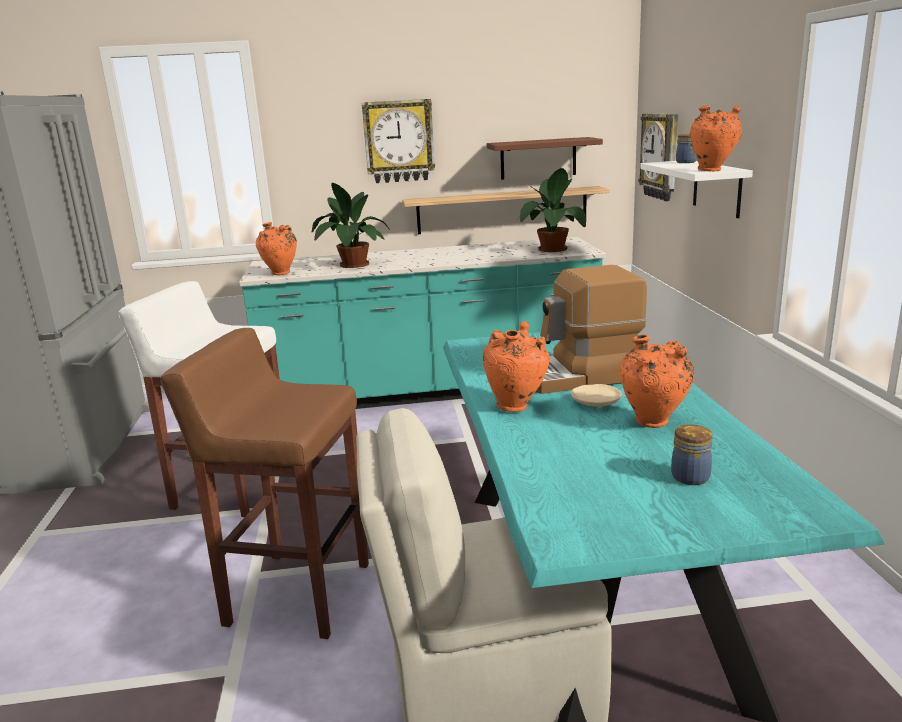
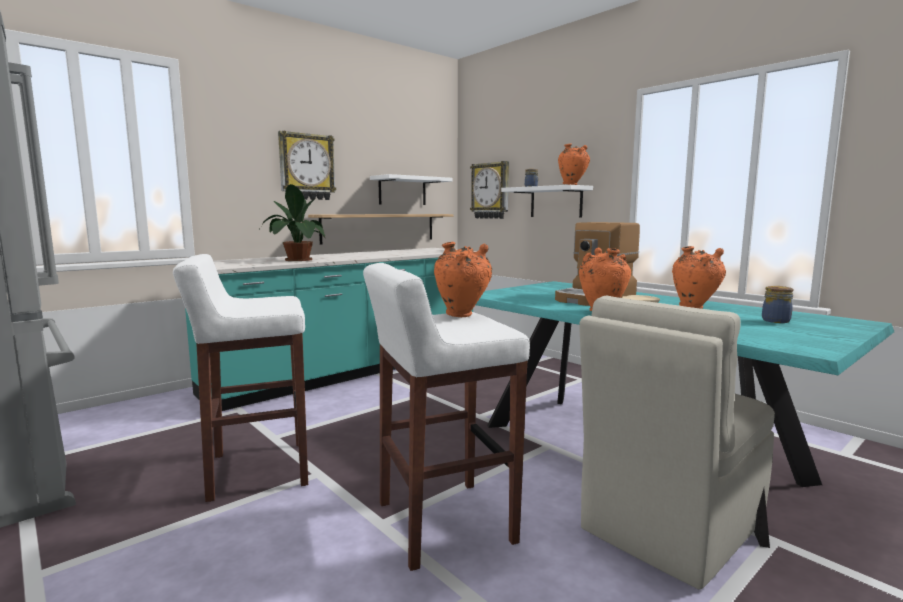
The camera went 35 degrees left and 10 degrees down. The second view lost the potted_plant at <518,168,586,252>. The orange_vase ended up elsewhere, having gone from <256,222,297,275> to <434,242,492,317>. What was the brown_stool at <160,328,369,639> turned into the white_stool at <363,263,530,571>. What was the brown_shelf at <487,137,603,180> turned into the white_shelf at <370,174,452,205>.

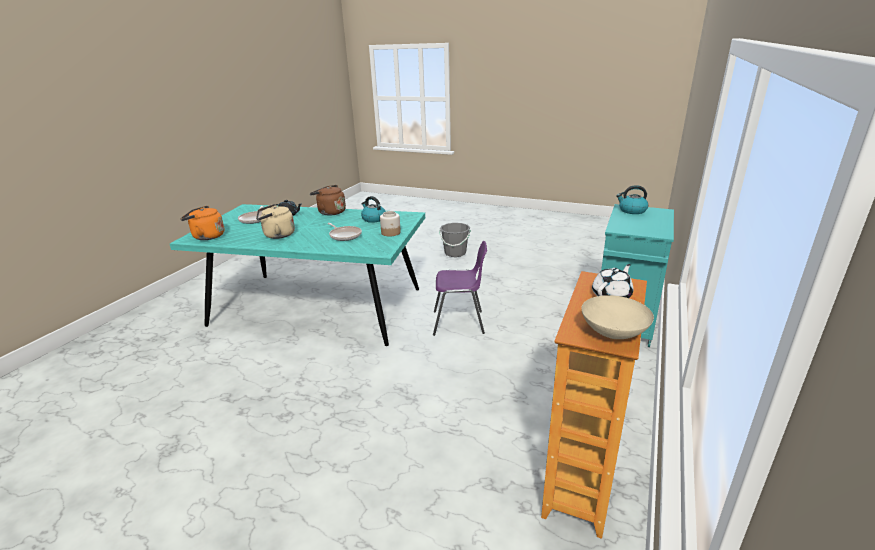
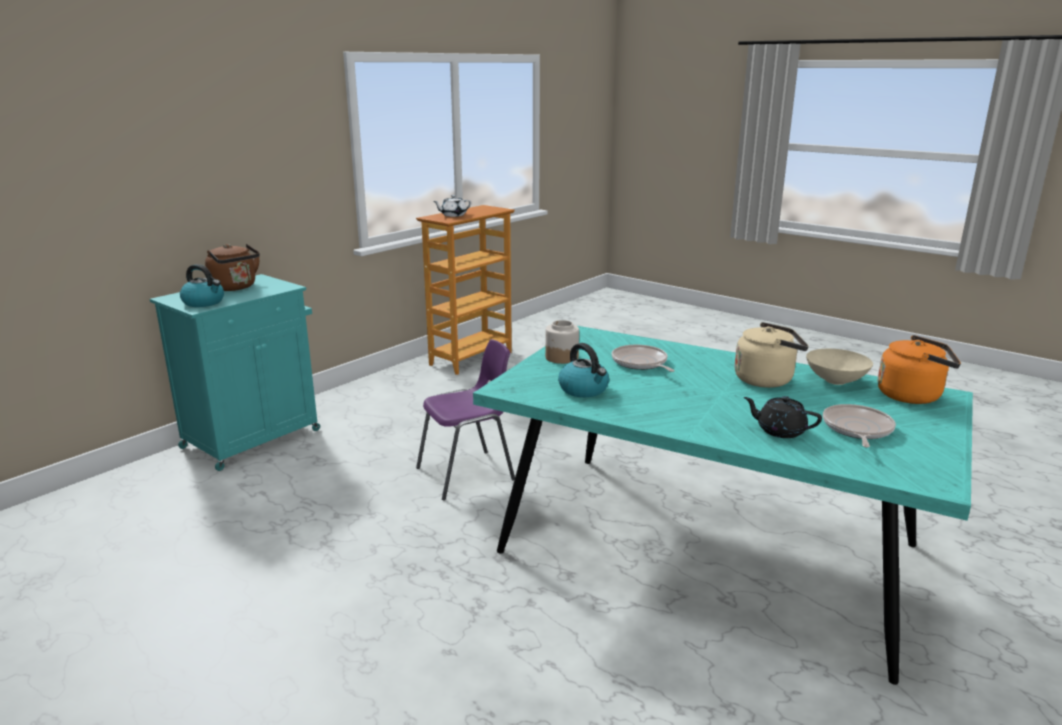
The camera went 165 degrees left and 5 degrees down. The second view lost the grey_bucket at <439,223,470,257>. The brown_kettle ended up elsewhere, having gone from <310,185,346,216> to <205,244,260,291>. The beige_bowl ended up elsewhere, having gone from <581,295,654,339> to <806,349,873,385>. The purple_chair at <433,241,487,336> ended up facing another way, 135 degrees clockwise from before.

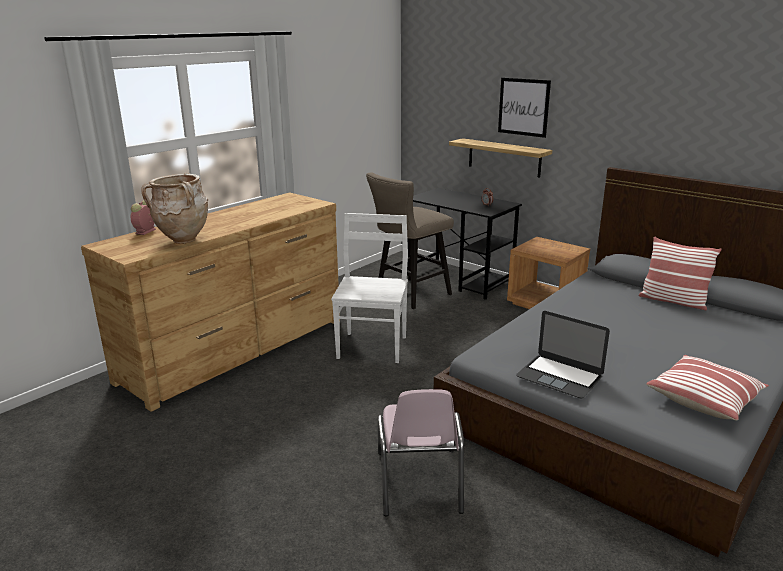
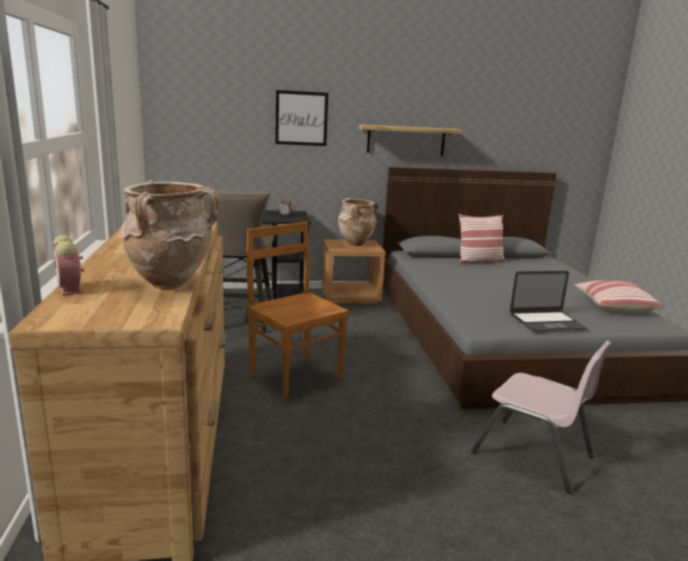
The camera went 50 degrees left and 5 degrees down. The second view gained the beige_vase at <338,198,378,246>. The shelf ended up elsewhere, having gone from <449,138,552,178> to <358,125,463,156>. What was the white_chair at <331,213,408,363> turned into the brown_chair at <247,222,349,399>.

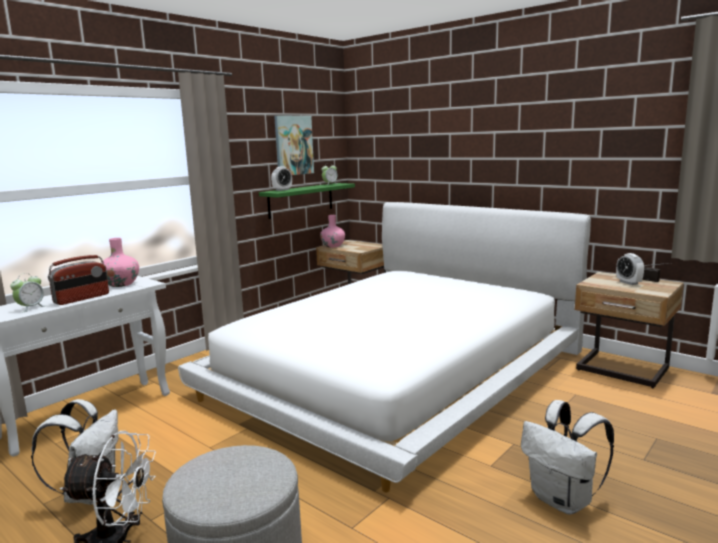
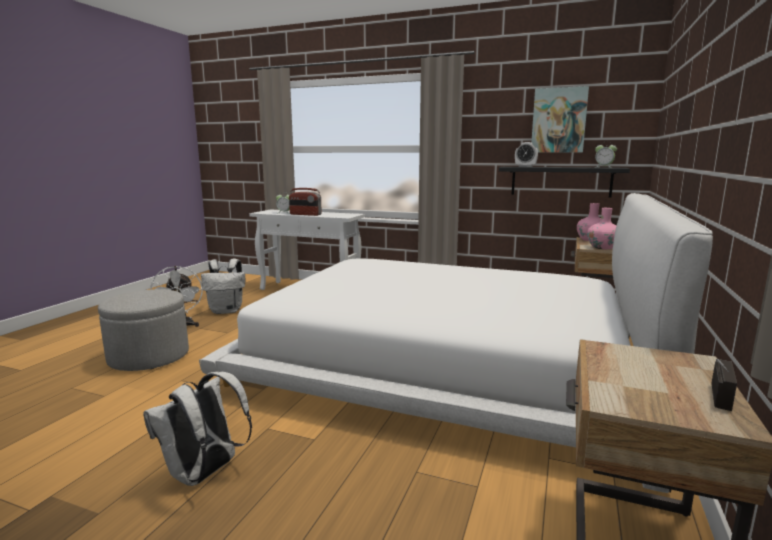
The camera went 70 degrees right and 0 degrees up. The second view lost the alarm_clock at <616,253,644,285>. The pink_vase ended up elsewhere, having gone from <101,238,139,287> to <587,208,616,249>. What was the green_shelf at <259,183,355,219> turned into the black_shelf at <499,167,630,198>.

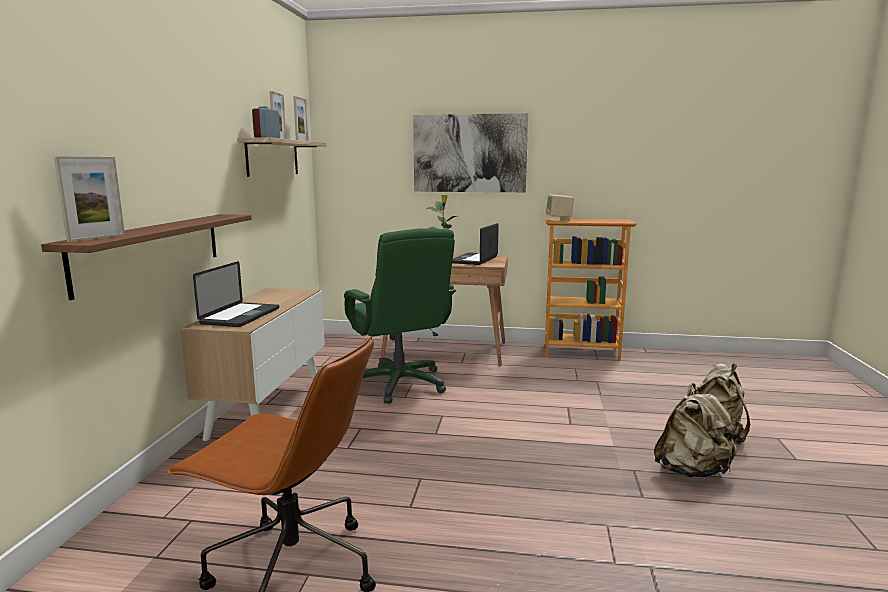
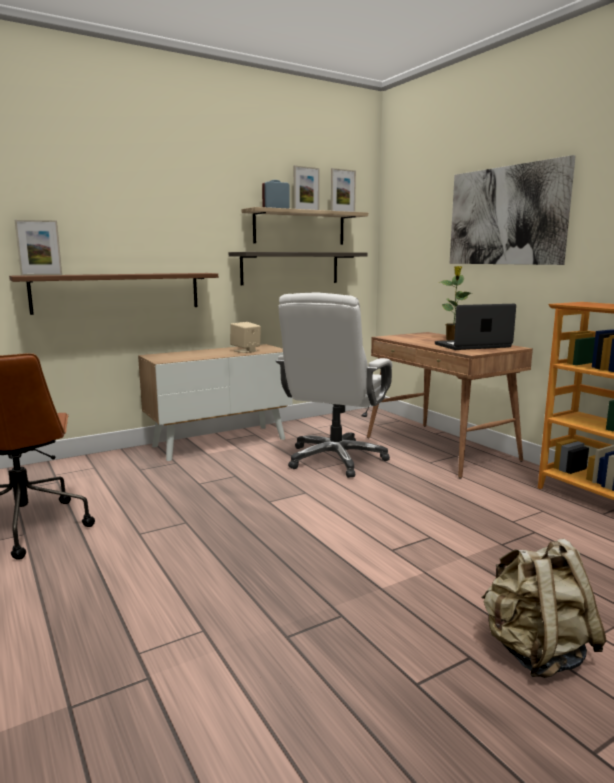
The camera went 50 degrees right and 0 degrees up. The second view lost the laptop at <193,261,279,327>. The second view lost the beige_backpack at <654,383,737,477>. The second view gained the shelf at <229,252,367,285>. The beige_speaker ended up elsewhere, having gone from <546,194,574,222> to <230,322,261,353>. What was the green_office_chair at <344,228,456,404> turned into the white_office_chair at <276,293,392,478>.

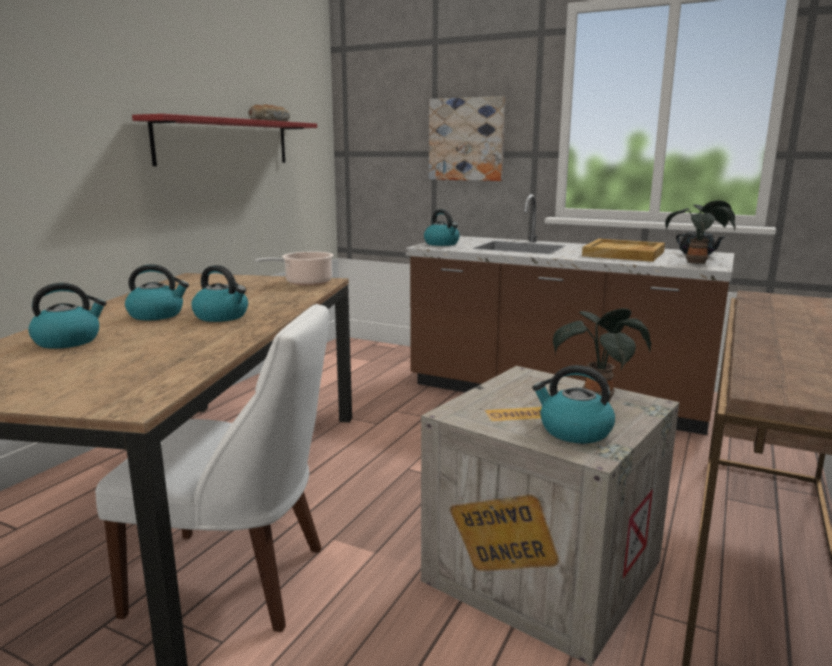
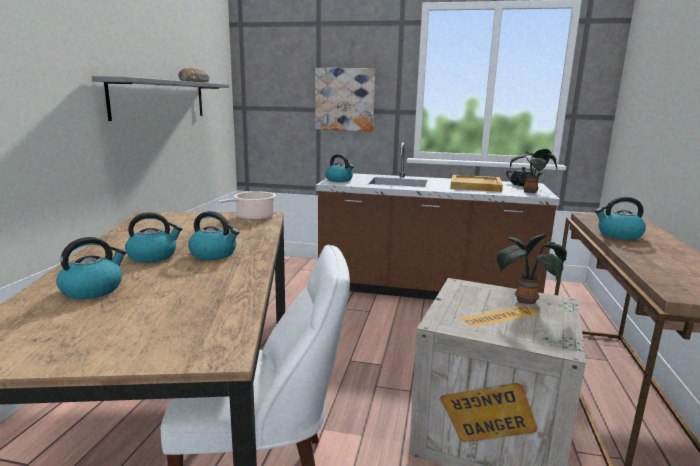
The camera went 15 degrees left and 0 degrees up. The kettle ended up elsewhere, having gone from <532,365,615,443> to <595,197,646,240>. What was the red_shelf at <132,114,317,166> turned into the grey_shelf at <92,76,229,121>.

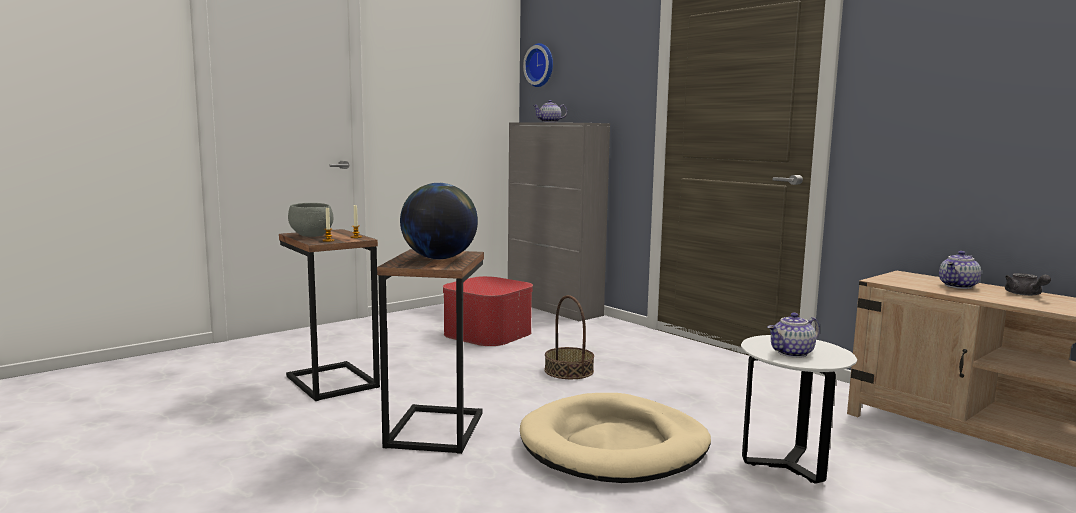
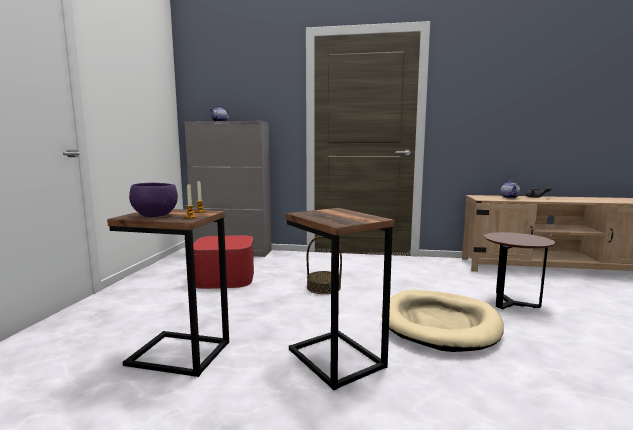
The camera went 40 degrees left and 0 degrees up. The second view lost the globe at <400,183,478,259>. The second view lost the wall_clock at <523,43,553,87>. The second view lost the teapot at <767,313,820,358>. What was the grey_bowl at <288,203,333,237> turned into the purple_bowl at <129,183,178,217>. What was the white_side_table at <741,335,857,484> turned into the brown_side_table at <484,232,555,309>.

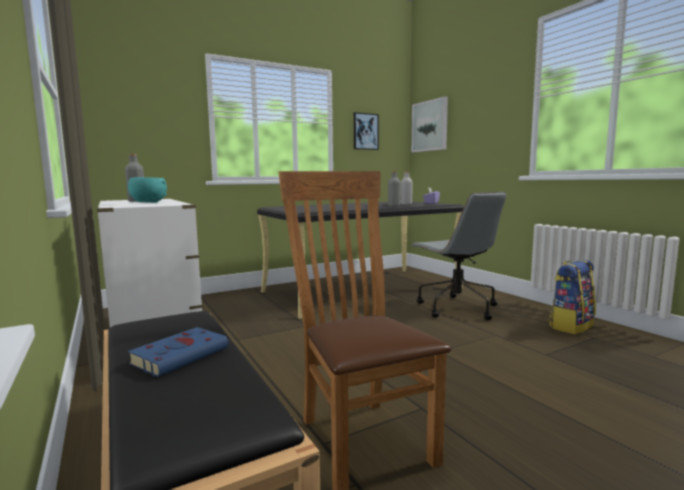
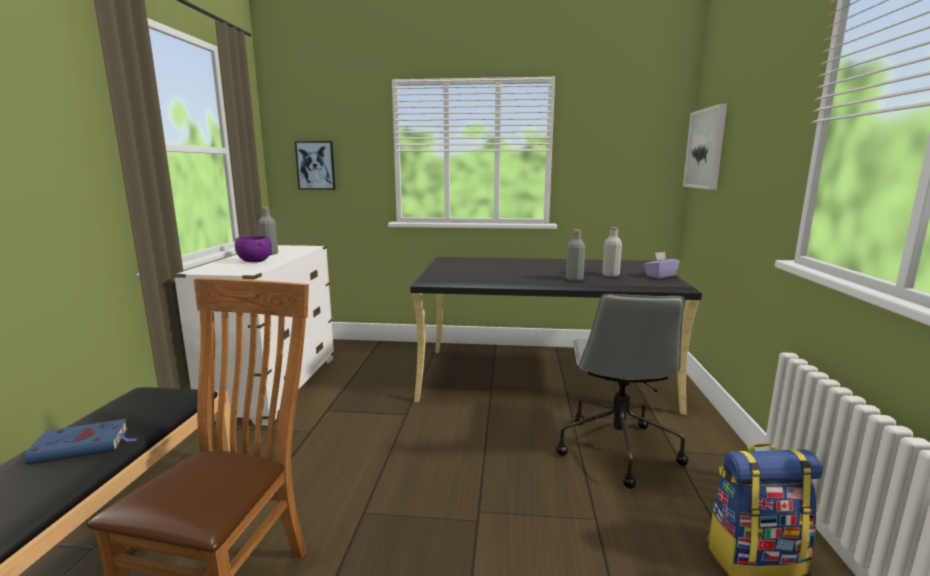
The camera went 35 degrees right and 5 degrees up. The picture ended up elsewhere, having gone from <354,112,379,150> to <295,141,336,190>. What was the turquoise_bowl at <128,177,167,203> turned into the purple_bowl at <235,236,273,262>.

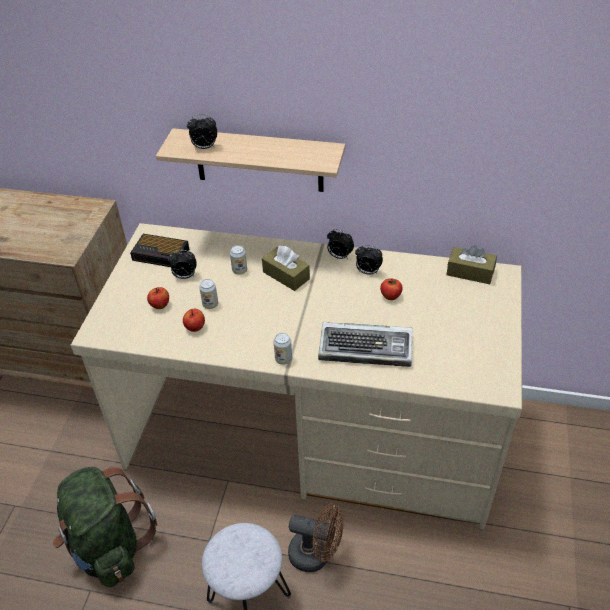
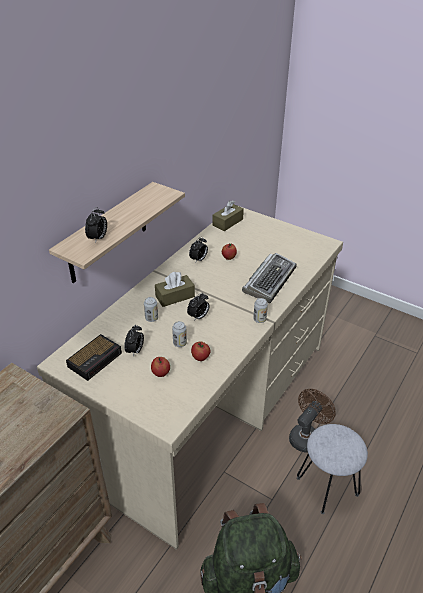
The camera went 70 degrees left and 5 degrees down. The alarm_clock ended up elsewhere, having gone from <327,229,354,259> to <187,293,209,321>.

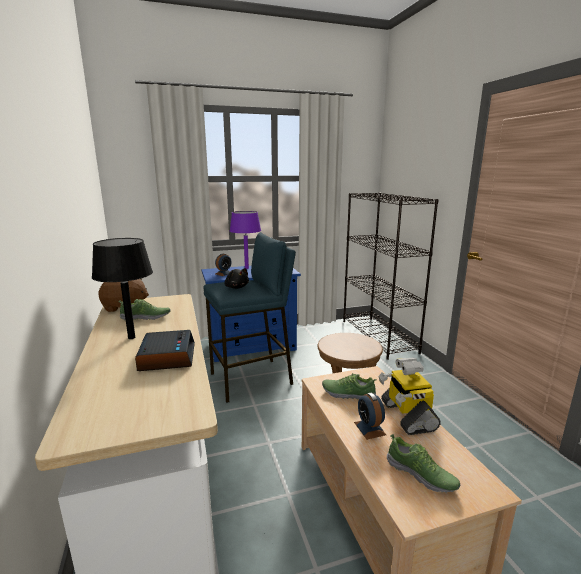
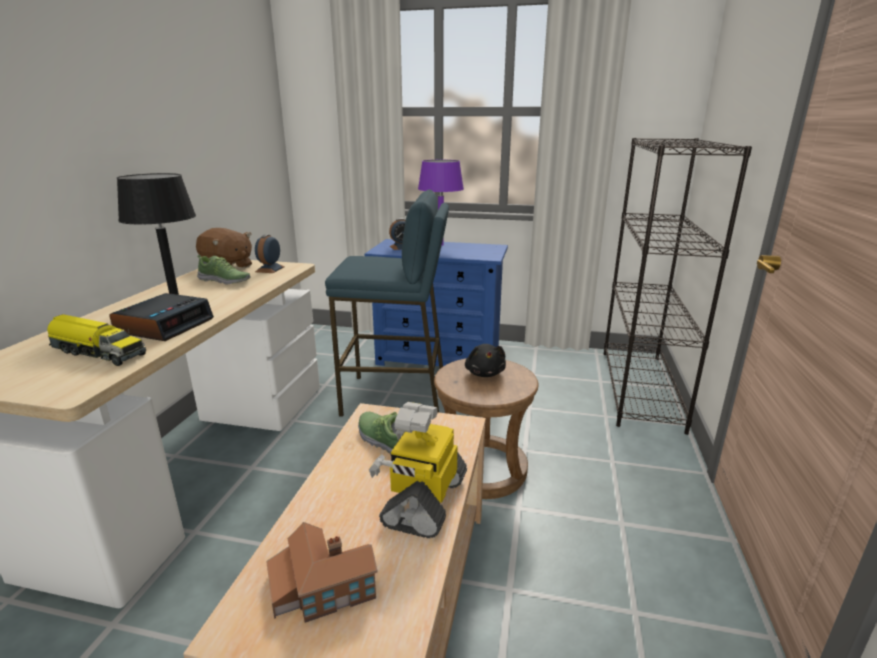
The camera went 30 degrees right and 5 degrees up. The second view gained the toy_truck at <47,314,146,366>. The black_plush_toy ended up elsewhere, having gone from <225,268,249,289> to <465,344,506,377>. The alarm_clock ended up elsewhere, having gone from <354,393,386,440> to <255,234,285,273>. Where the shoe stood at <387,434,460,493>, the toy_house came to stand at <266,522,378,623>.

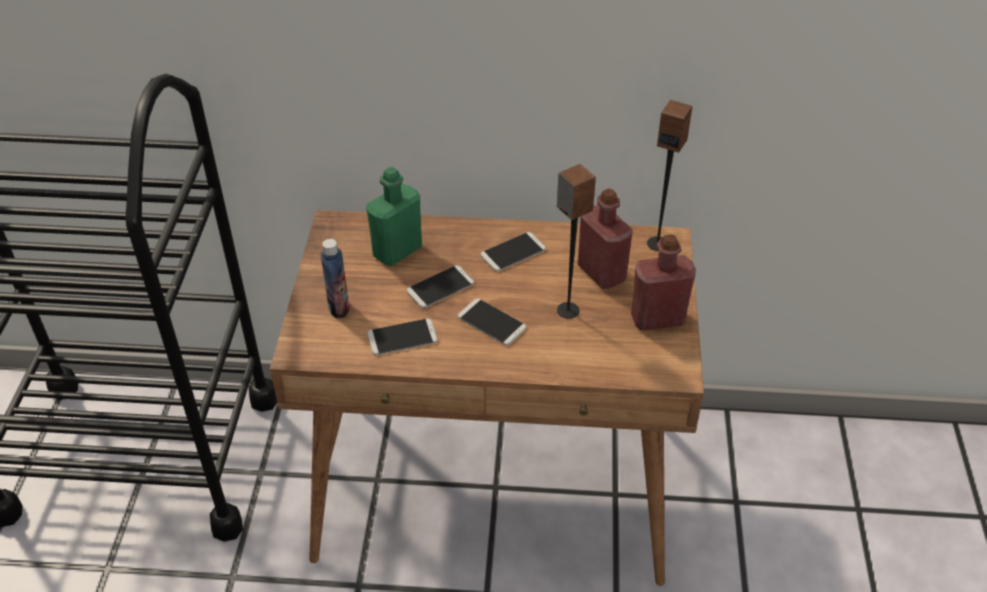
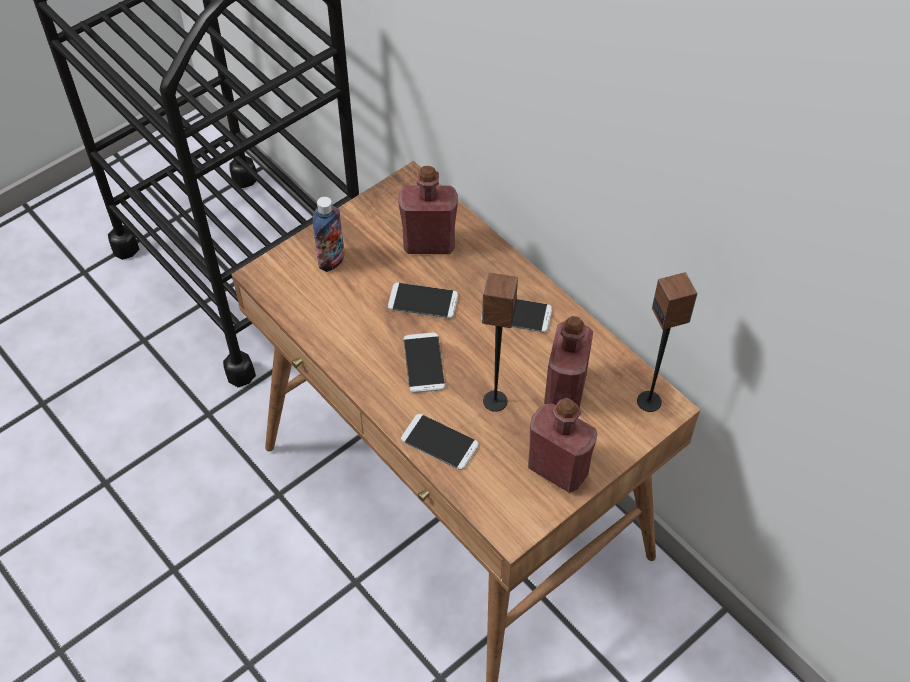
The camera went 45 degrees right and 10 degrees up. The phone ended up elsewhere, having gone from <367,318,438,355> to <401,414,479,470>. What was the green_bottle at <366,167,422,266> turned into the red_bottle at <398,166,458,254>.

